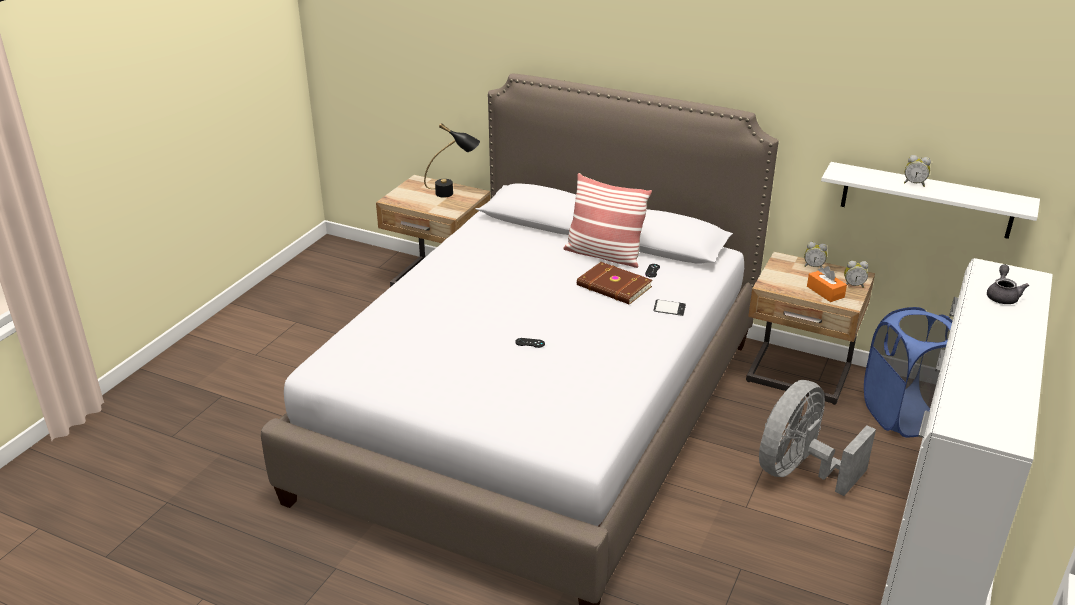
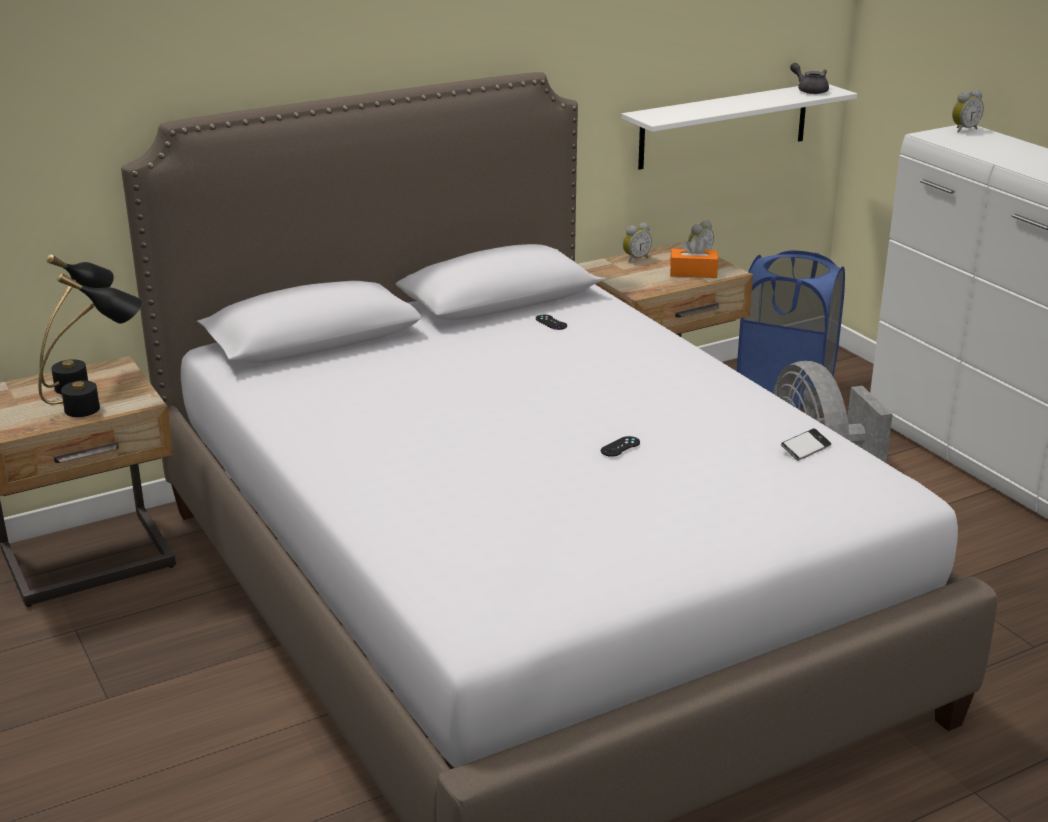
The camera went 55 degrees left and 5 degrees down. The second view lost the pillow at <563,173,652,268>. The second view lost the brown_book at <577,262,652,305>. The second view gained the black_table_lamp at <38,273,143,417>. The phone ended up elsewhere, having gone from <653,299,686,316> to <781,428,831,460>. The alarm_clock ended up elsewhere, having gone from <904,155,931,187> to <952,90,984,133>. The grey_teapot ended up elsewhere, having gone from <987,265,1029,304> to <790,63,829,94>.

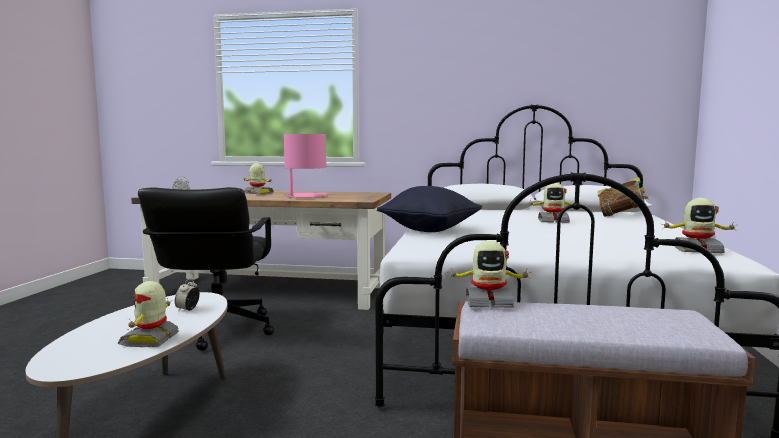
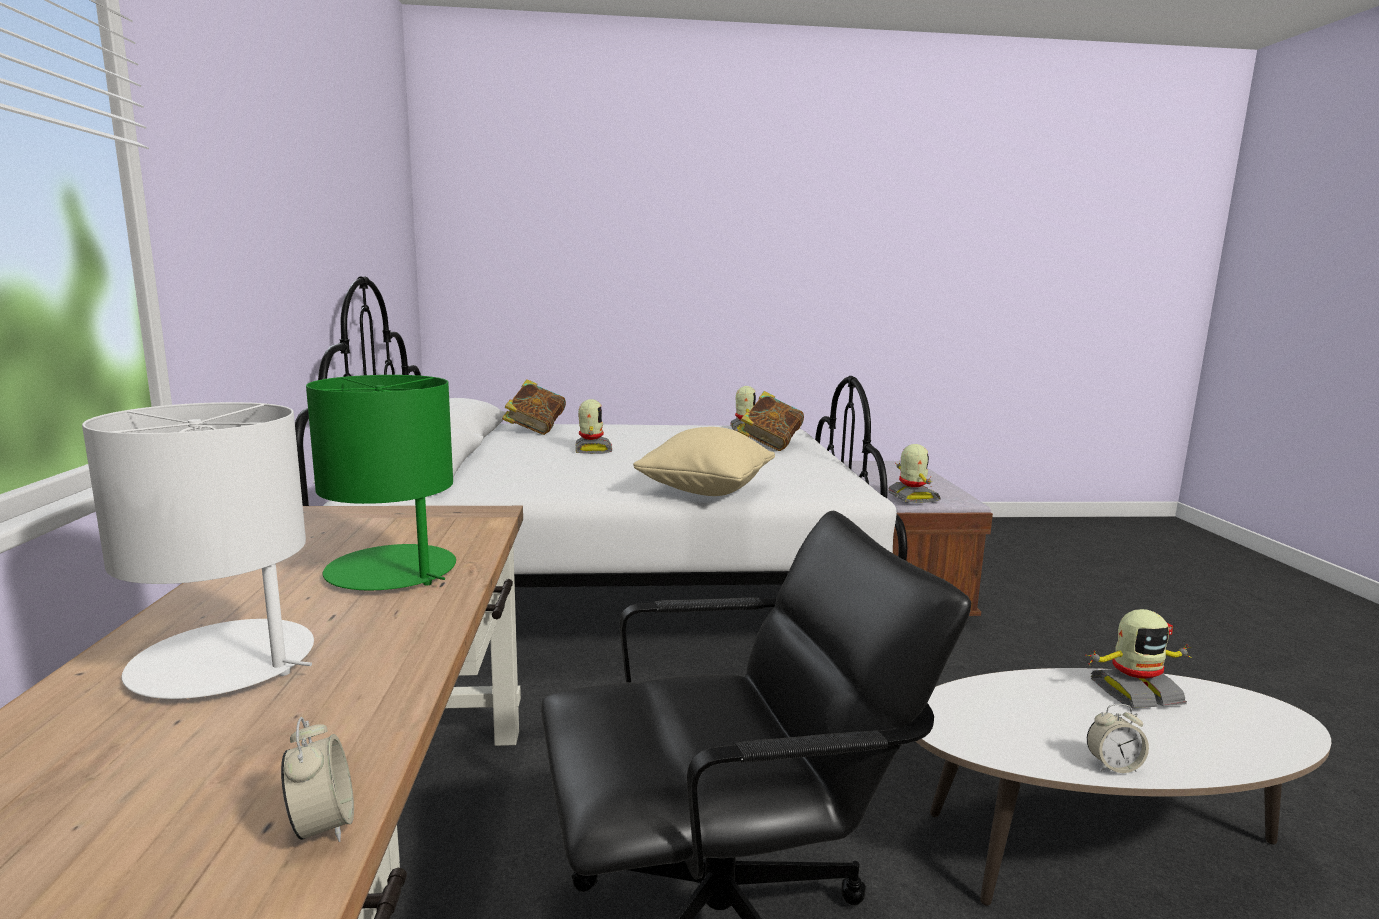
The camera went 105 degrees left and 5 degrees up. The second view gained the book at <737,391,804,451>. The alarm_clock ended up elsewhere, having gone from <175,278,200,312> to <1087,704,1149,773>. Where the toy_robot stood at <243,163,274,194>, the white_table_lamp came to stand at <82,402,314,699>. What was the pink_table_lamp at <284,134,327,198> turned into the green_table_lamp at <306,375,456,590>. What was the black_pillow at <377,186,482,232> turned into the beige_pillow at <633,427,775,496>.

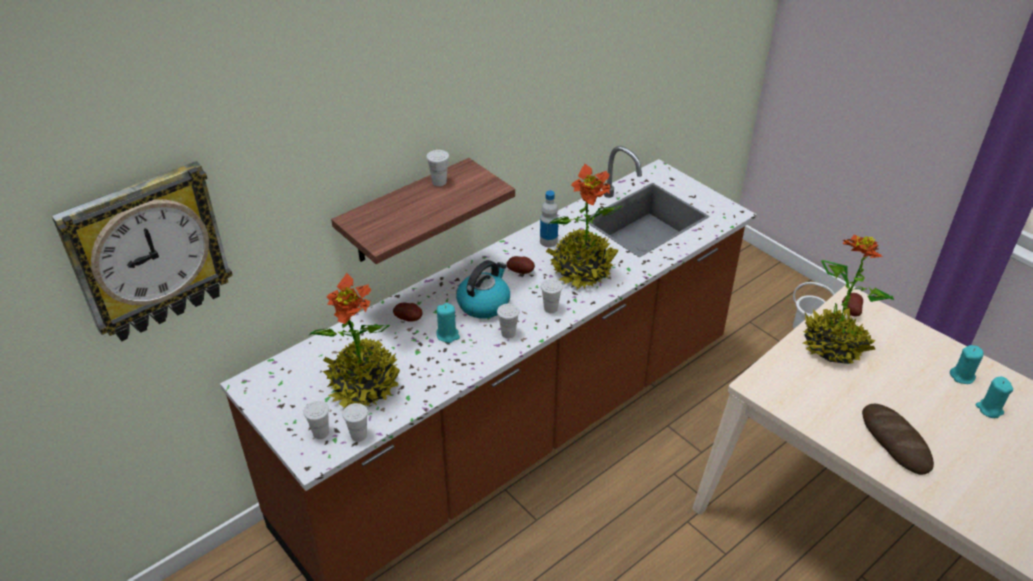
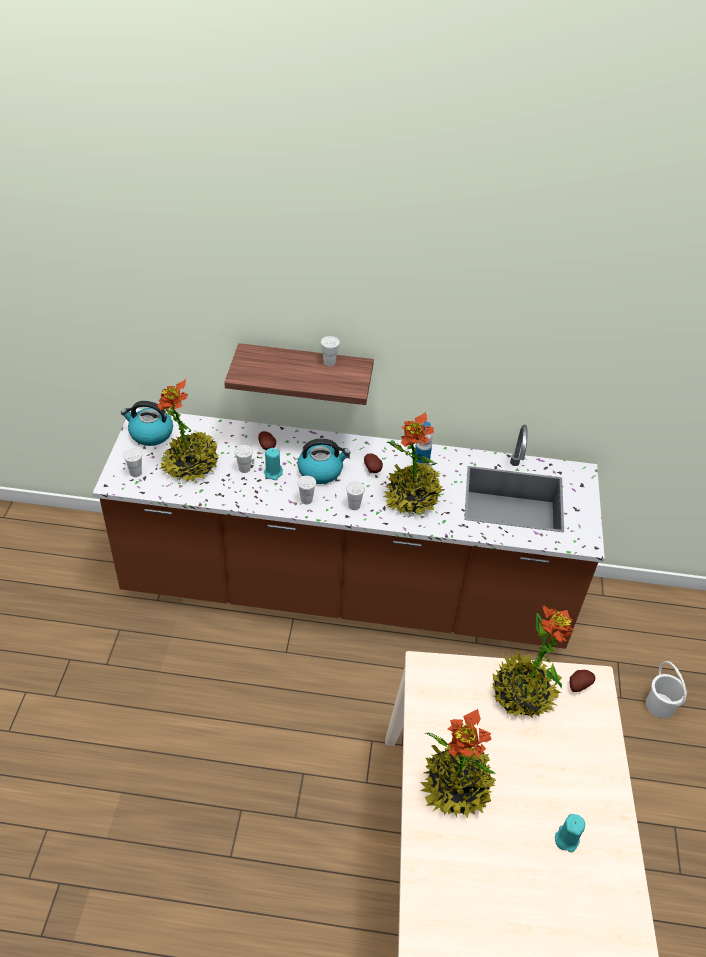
The camera went 45 degrees right and 5 degrees up. The second view lost the wall_clock at <52,161,233,341>. The second view lost the turquoise_candle at <950,345,984,384>. The second view gained the kettle at <121,401,173,446>. The white_cup ended up elsewhere, having gone from <342,403,368,442> to <234,445,253,473>. Where the bread stood at <862,404,934,475>, the potted_plant came to stand at <420,709,496,818>.

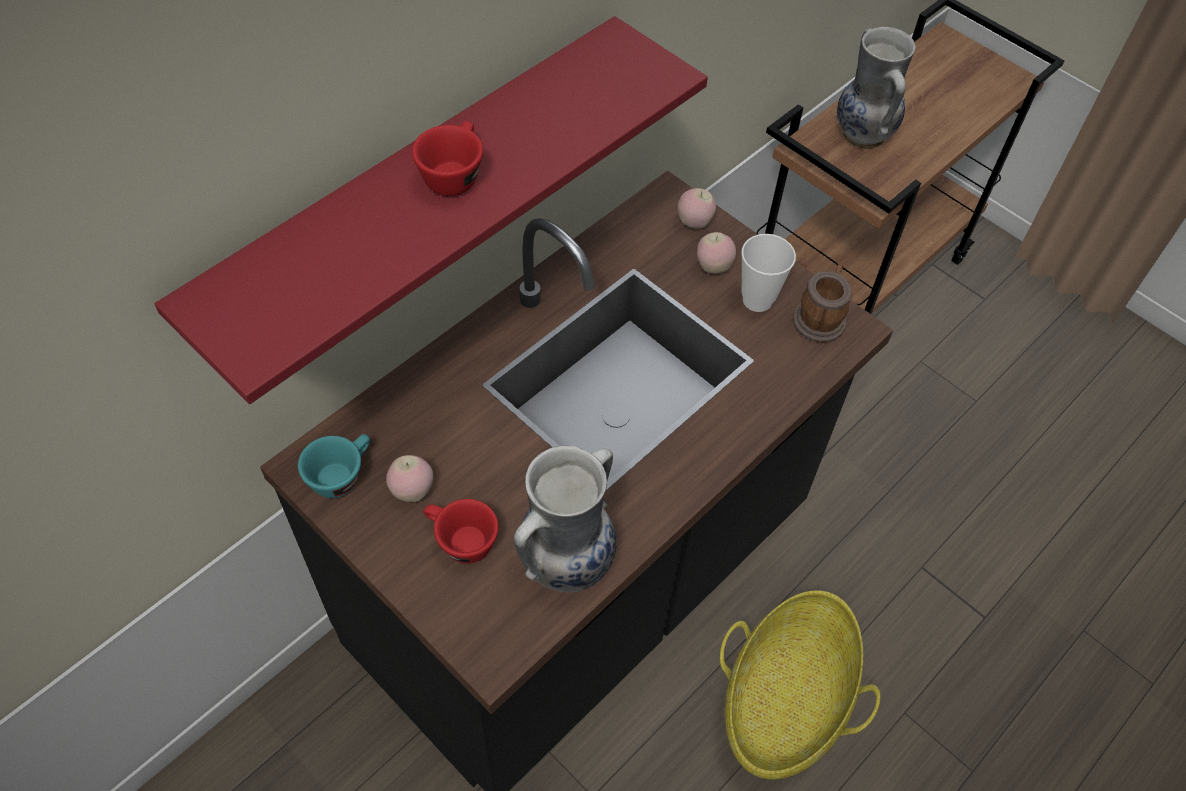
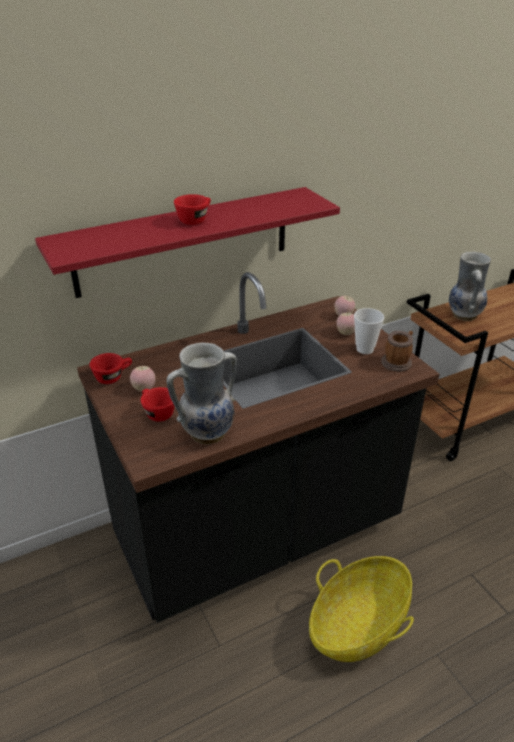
The camera went 20 degrees right and 20 degrees down. What was the turquoise_cup at <298,434,370,498> turned into the red_cup at <90,353,132,384>.

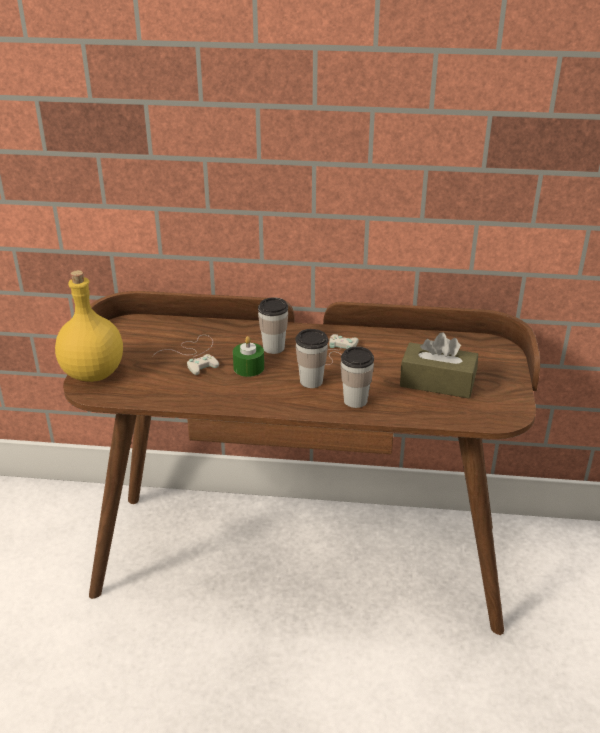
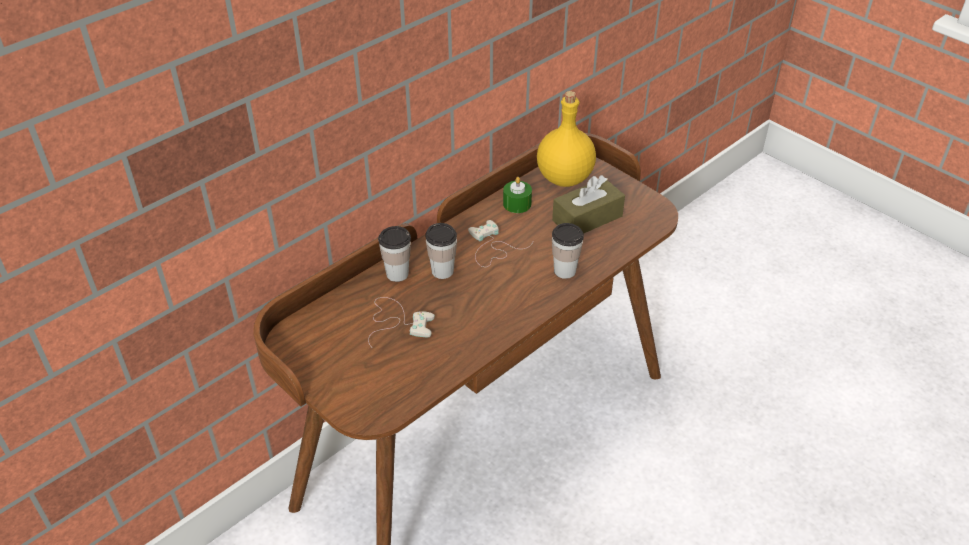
The camera went 50 degrees left and 10 degrees up. The yellow_bottle ended up elsewhere, having gone from <55,270,123,382> to <537,91,596,187>. The green_candle ended up elsewhere, having gone from <233,336,264,377> to <503,177,532,213>. The cup ended up elsewhere, having gone from <296,329,328,388> to <378,226,411,282>.

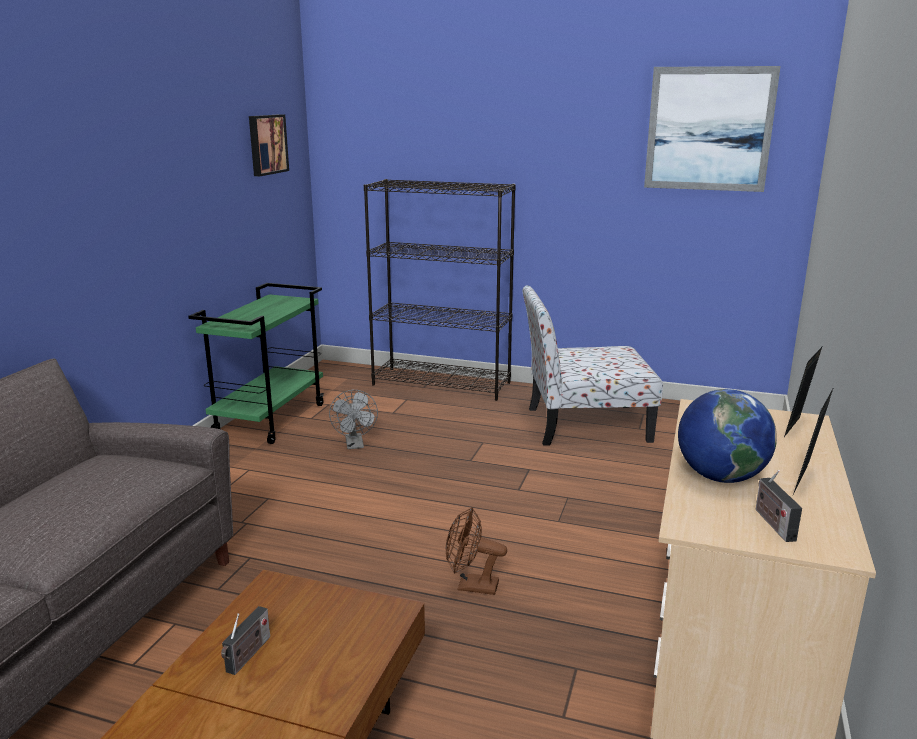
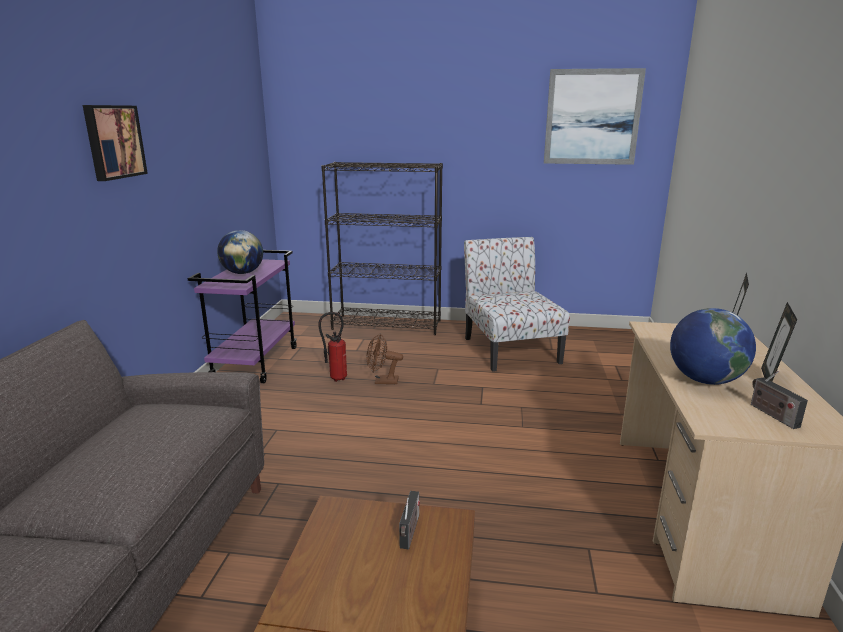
The camera went 10 degrees left and 0 degrees up. The second view gained the globe at <217,230,263,274>. The radio ended up elsewhere, having gone from <221,606,270,675> to <399,491,420,550>. The picture ended up elsewhere, having gone from <249,114,289,176> to <83,105,148,181>. The brown_fan ended up elsewhere, having gone from <446,507,507,595> to <366,333,403,384>. Where the grey_fan stood at <329,390,378,449>, the fire_extinguisher came to stand at <319,312,347,382>. What was the green_cart at <188,283,325,444> turned into the purple_cart at <188,250,297,383>. The chair at <522,285,663,446> ended up facing another way, 90 degrees clockwise from before.

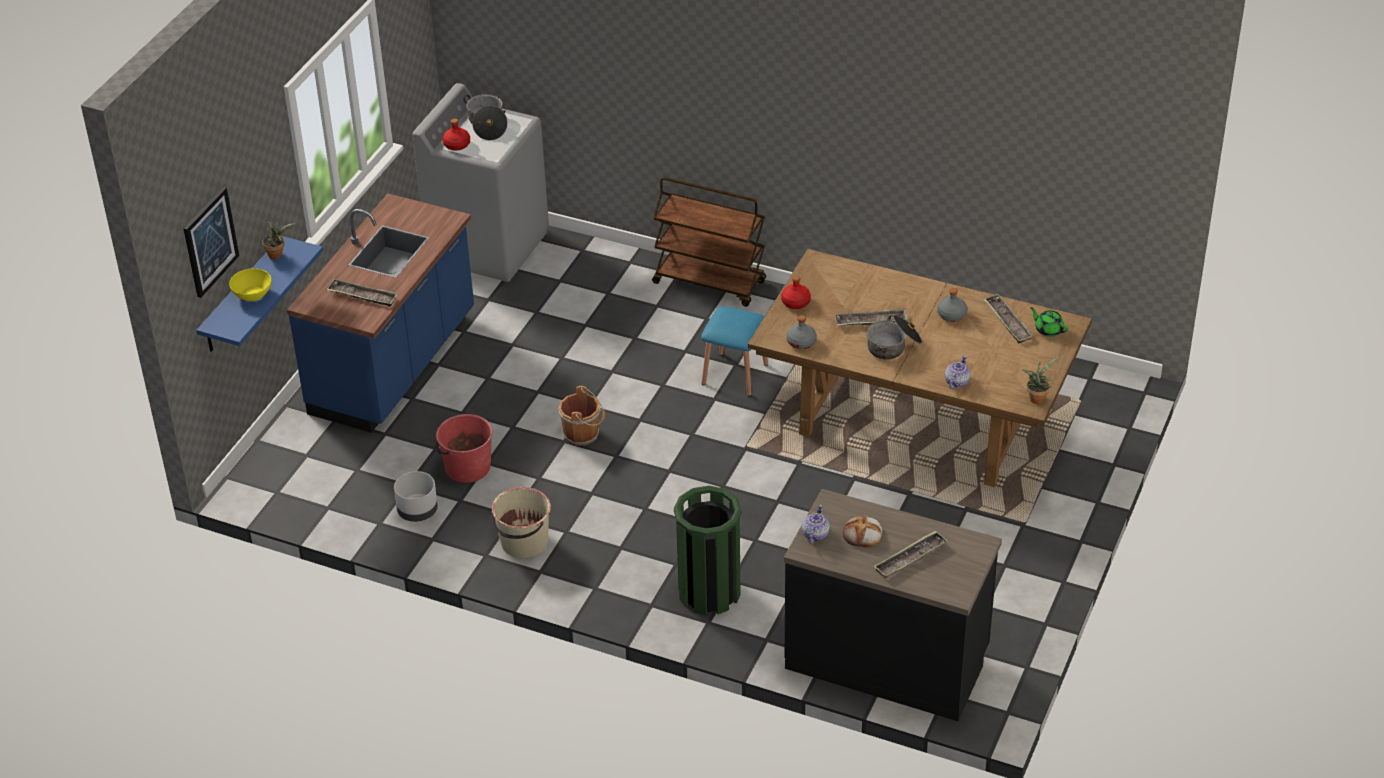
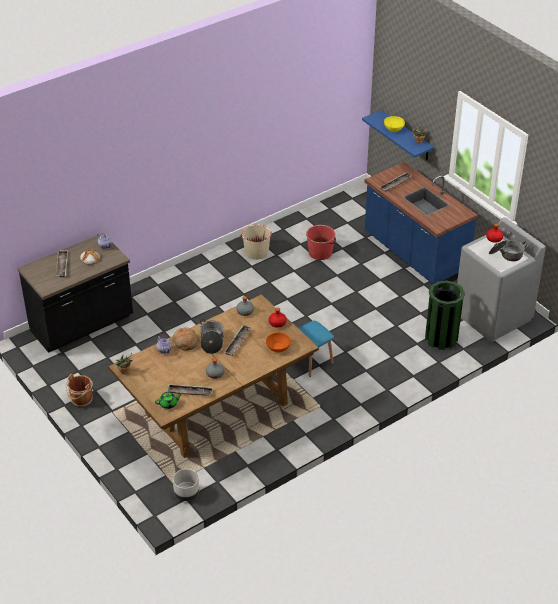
The camera went 120 degrees right and 0 degrees up. The second view lost the picture at <183,187,239,298>. The second view lost the brown_cart at <652,177,766,307>. The second view gained the bread at <173,327,198,351>. The second view gained the orange_bowl at <266,332,291,353>. The grey_planter ended up elsewhere, having gone from <394,471,438,522> to <173,469,199,501>. The brown_bucket ended up elsewhere, having gone from <559,386,605,446> to <65,374,93,407>. The green_trash_can ended up elsewhere, having gone from <674,486,742,615> to <425,280,465,350>.

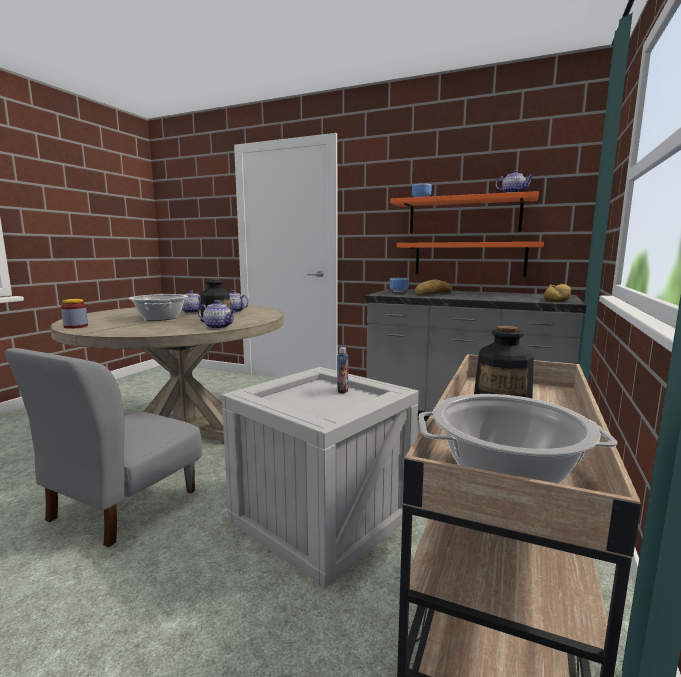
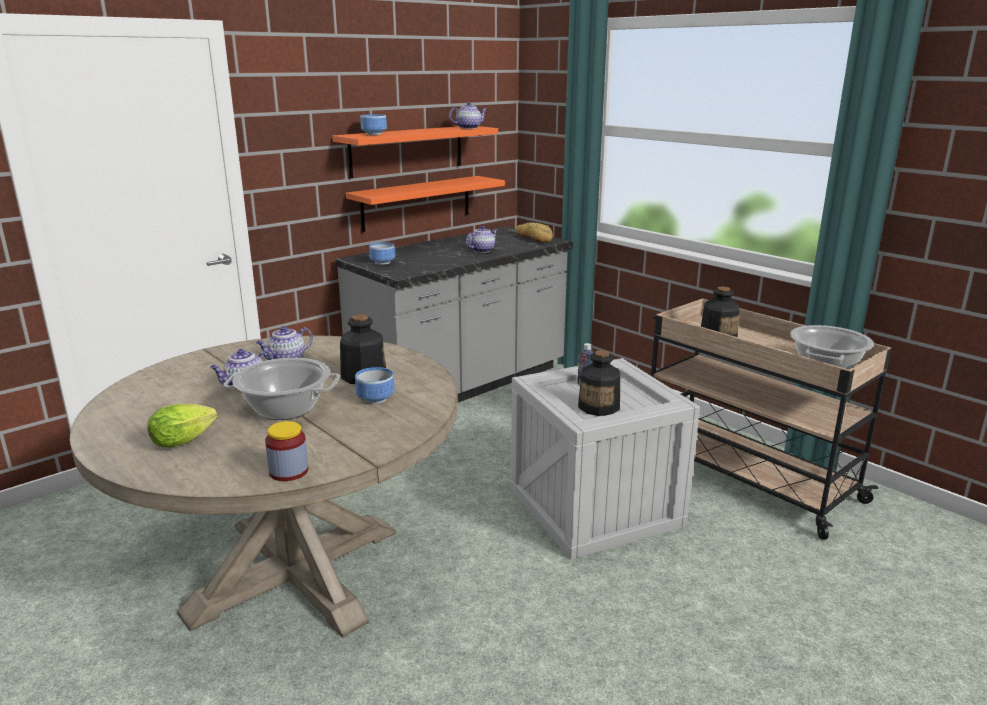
The camera went 65 degrees left and 10 degrees up. The second view lost the grey_chair at <5,348,202,547>. The second view lost the bread at <415,280,452,295>. The second view gained the lettuce at <147,404,217,448>. The second view gained the bowl at <355,367,395,404>. The second view gained the bottle at <578,350,620,416>. The teapot ended up elsewhere, having gone from <198,300,237,329> to <466,226,497,253>.

